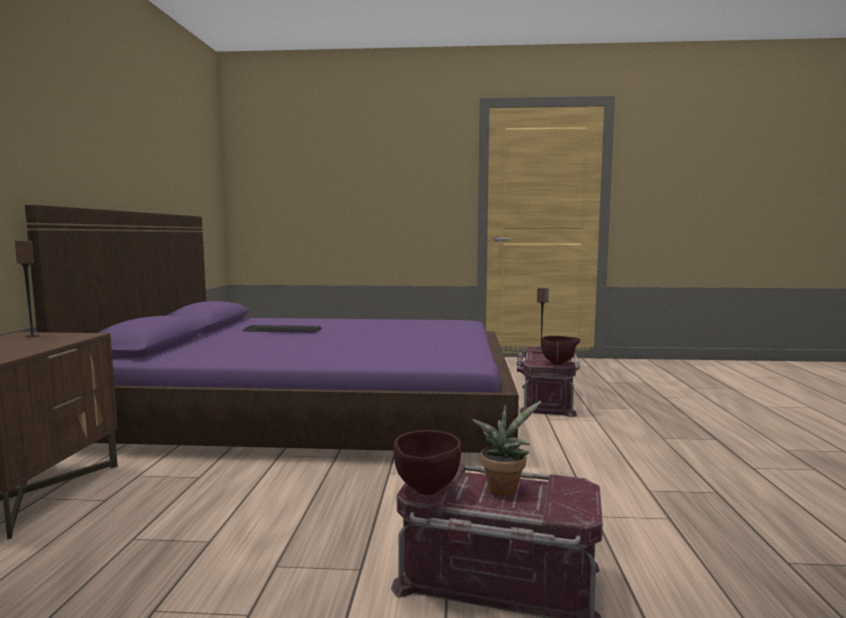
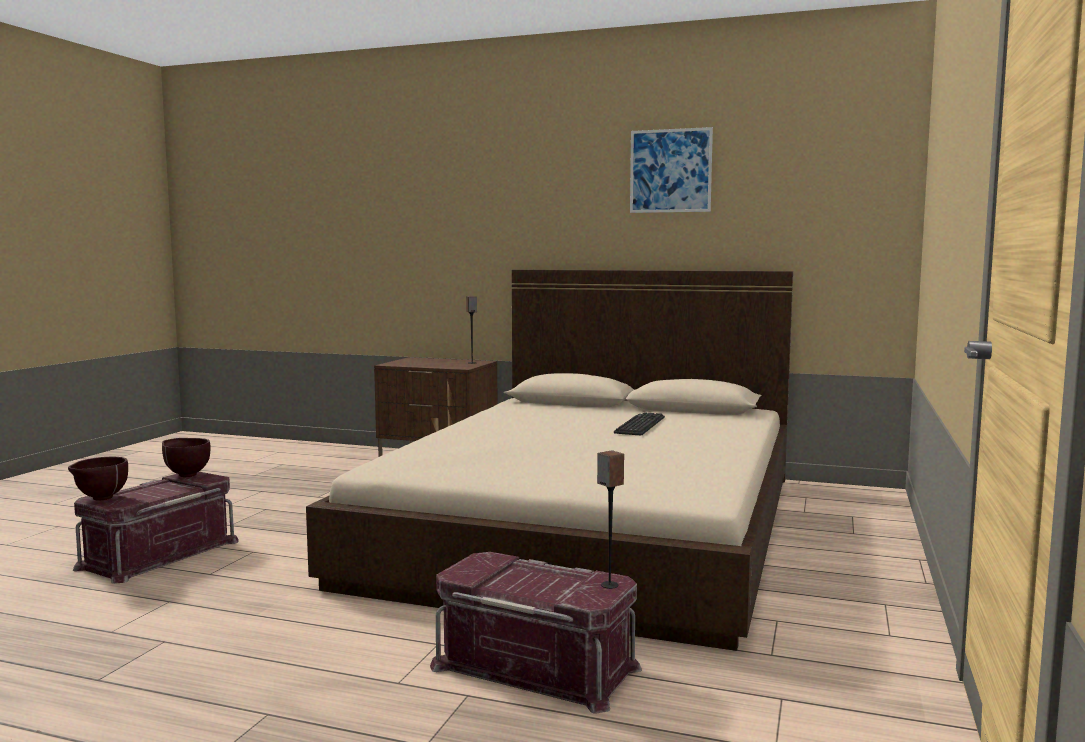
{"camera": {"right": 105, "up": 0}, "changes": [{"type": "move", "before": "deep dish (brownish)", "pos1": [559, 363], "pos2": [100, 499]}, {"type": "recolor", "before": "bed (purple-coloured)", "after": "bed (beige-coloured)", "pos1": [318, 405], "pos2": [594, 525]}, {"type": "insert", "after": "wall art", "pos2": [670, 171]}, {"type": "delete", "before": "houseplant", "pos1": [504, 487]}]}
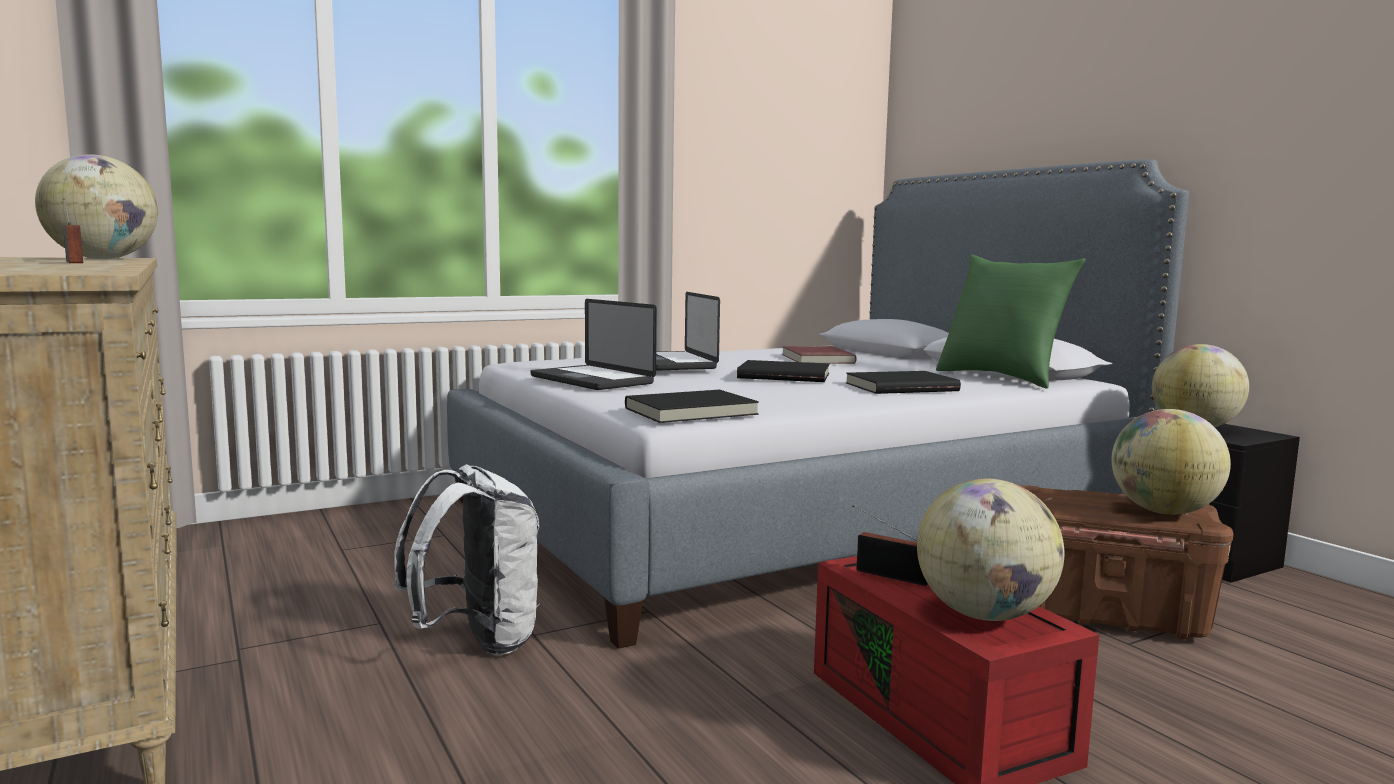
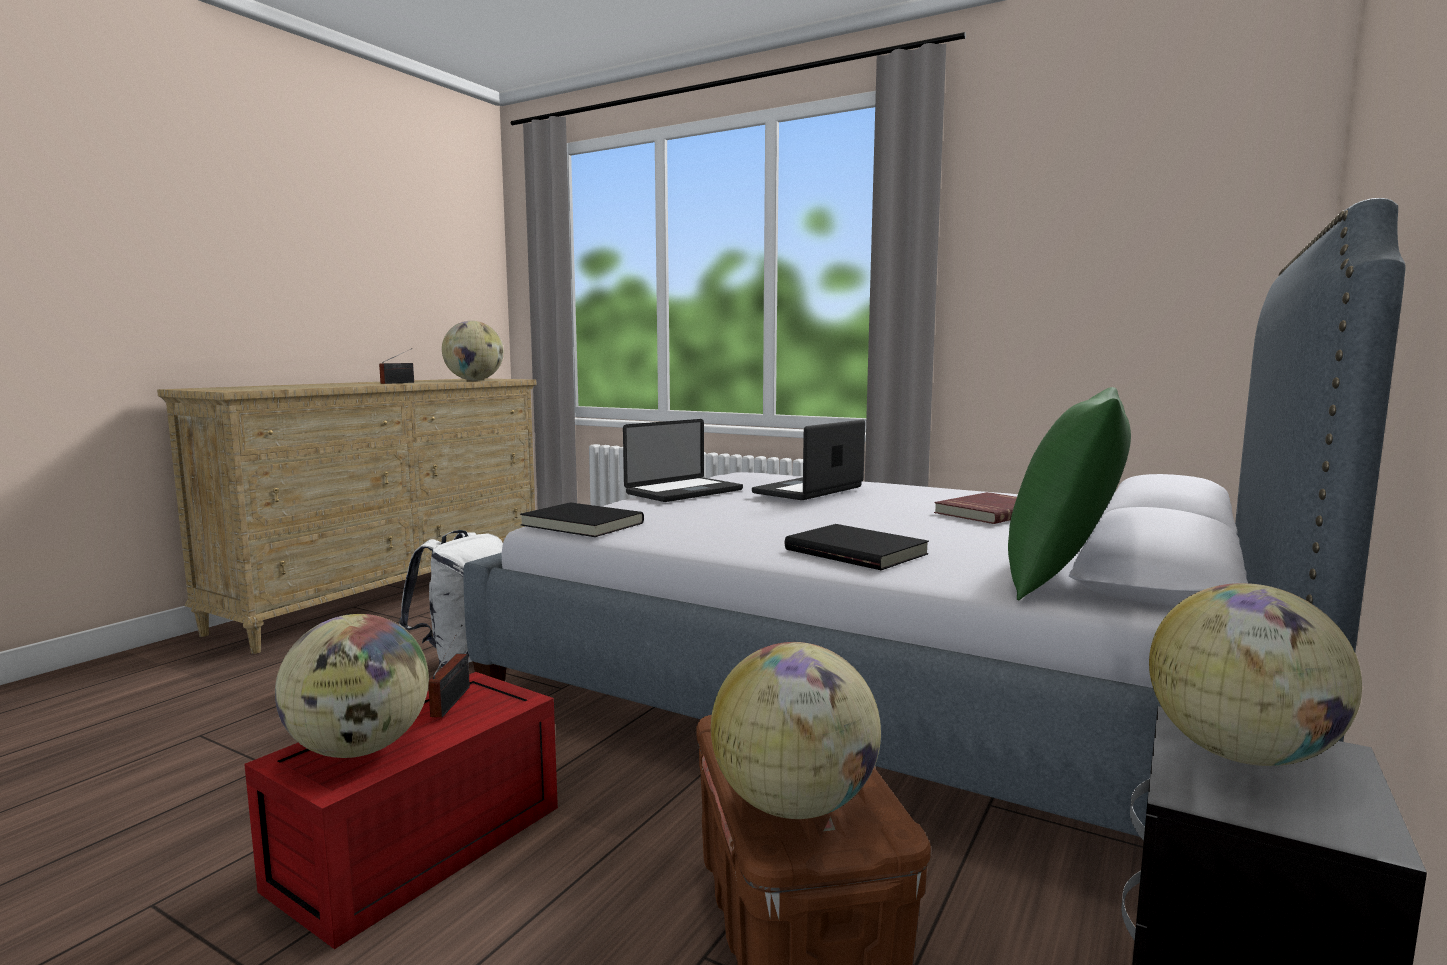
{"camera": {"right": 60, "up": 0}, "changes": [{"type": "rotate", "before": "portable computer", "pos1": [591, 380], "pos2": [684, 492], "turn": -150}, {"type": "delete", "before": "volume (black)", "pos1": [784, 375]}]}
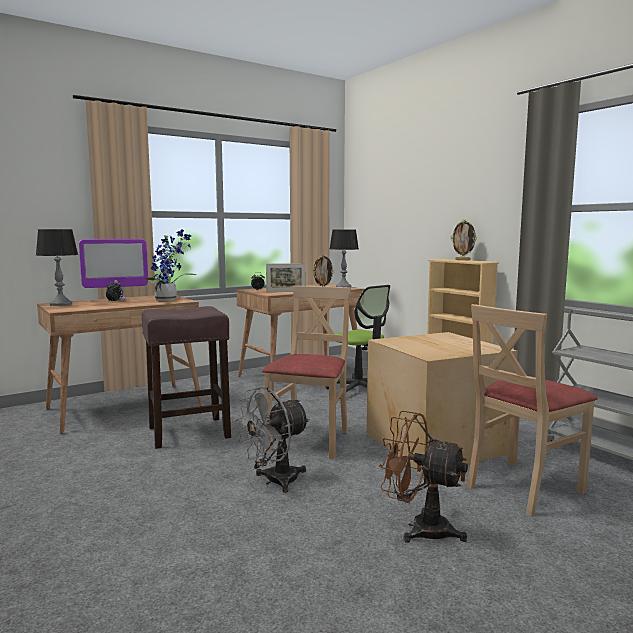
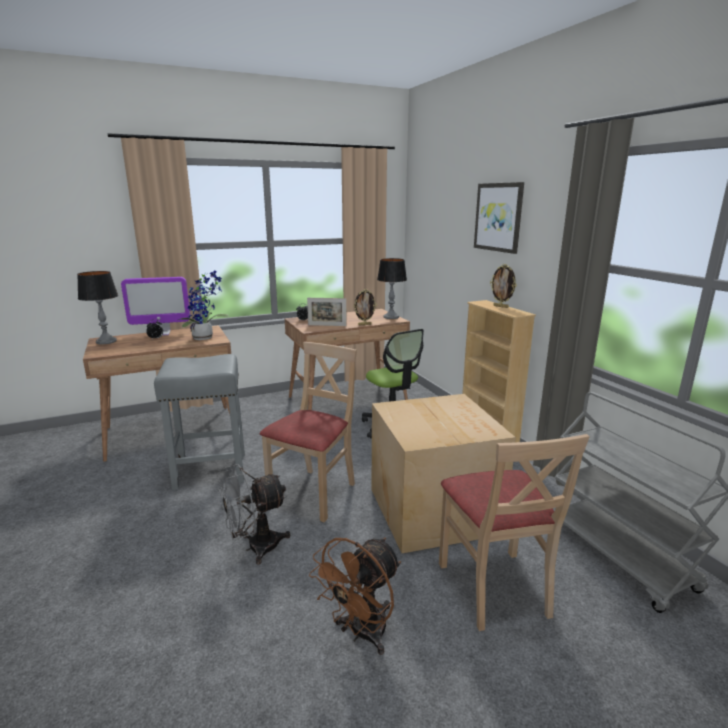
{"camera": {"right": 10, "up": 10}, "changes": [{"type": "recolor", "before": "stool seat (brownish)", "after": "stool seat (greyish)", "pos1": [187, 432], "pos2": [209, 471]}, {"type": "rotate", "before": "fan (brownish)", "pos1": [420, 528], "pos2": [361, 634], "turn": -90}, {"type": "rotate", "before": "chair (beige-coloured)", "pos1": [523, 487], "pos2": [494, 587], "turn": -75}, {"type": "insert", "after": "wall art", "pos2": [498, 217]}]}
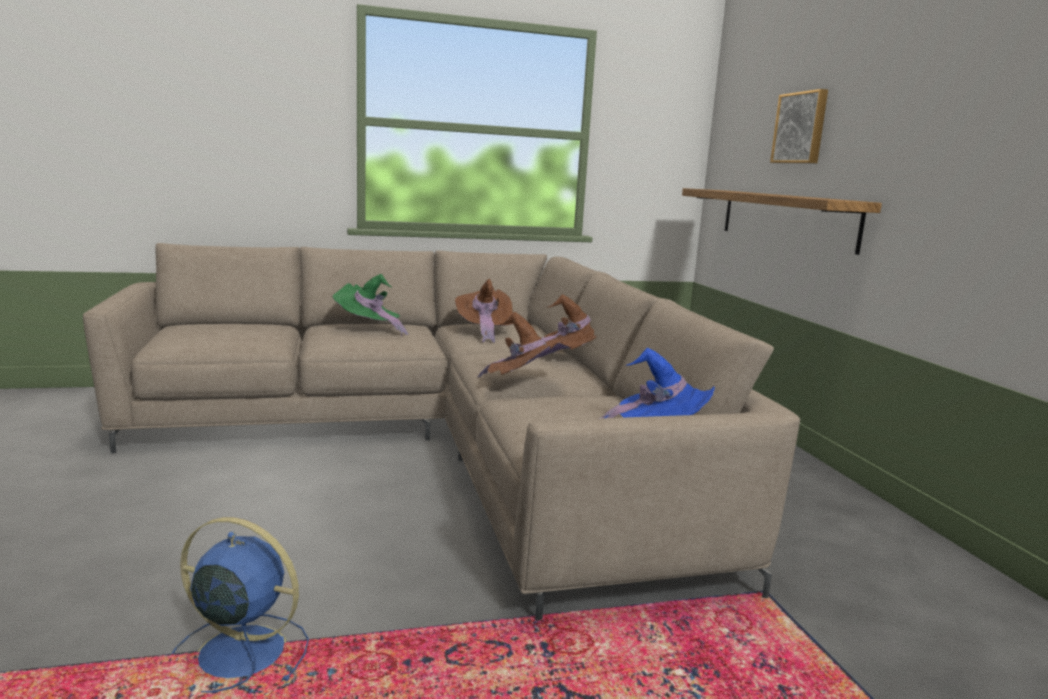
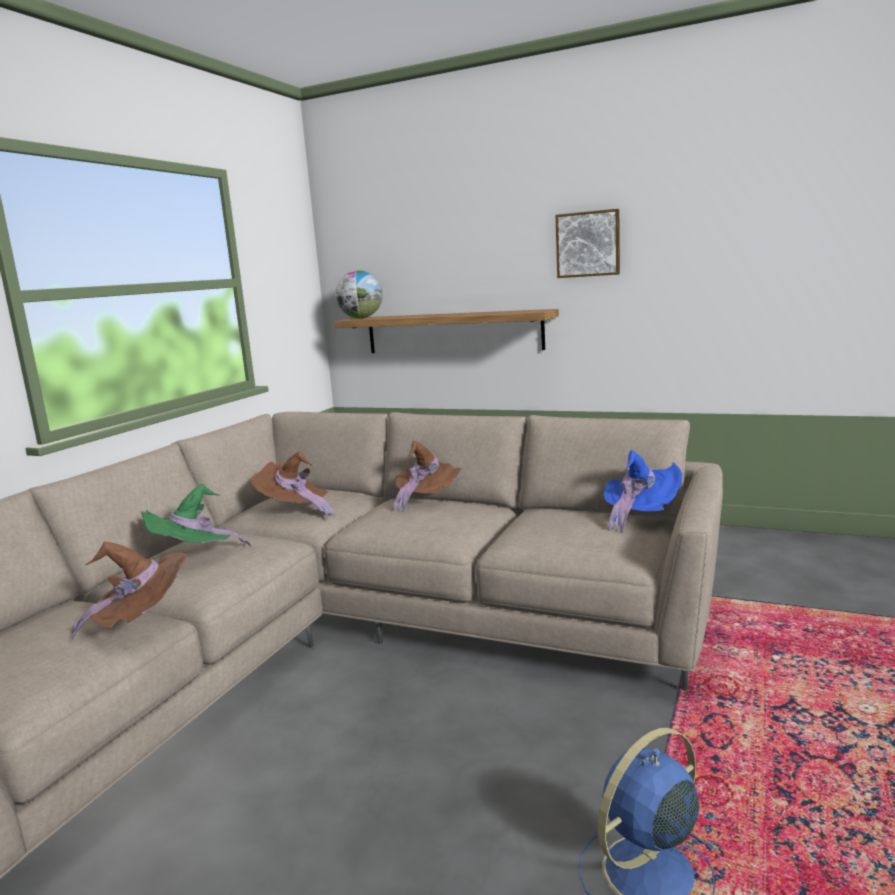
{"camera": {"right": -50, "up": 0}, "changes": [{"type": "move", "before": "clothing hat (brownish)", "pos1": [525, 386], "pos2": [144, 622]}, {"type": "insert", "after": "globe", "pos2": [361, 318]}, {"type": "move", "before": "wall art", "pos1": [801, 128], "pos2": [588, 244]}]}
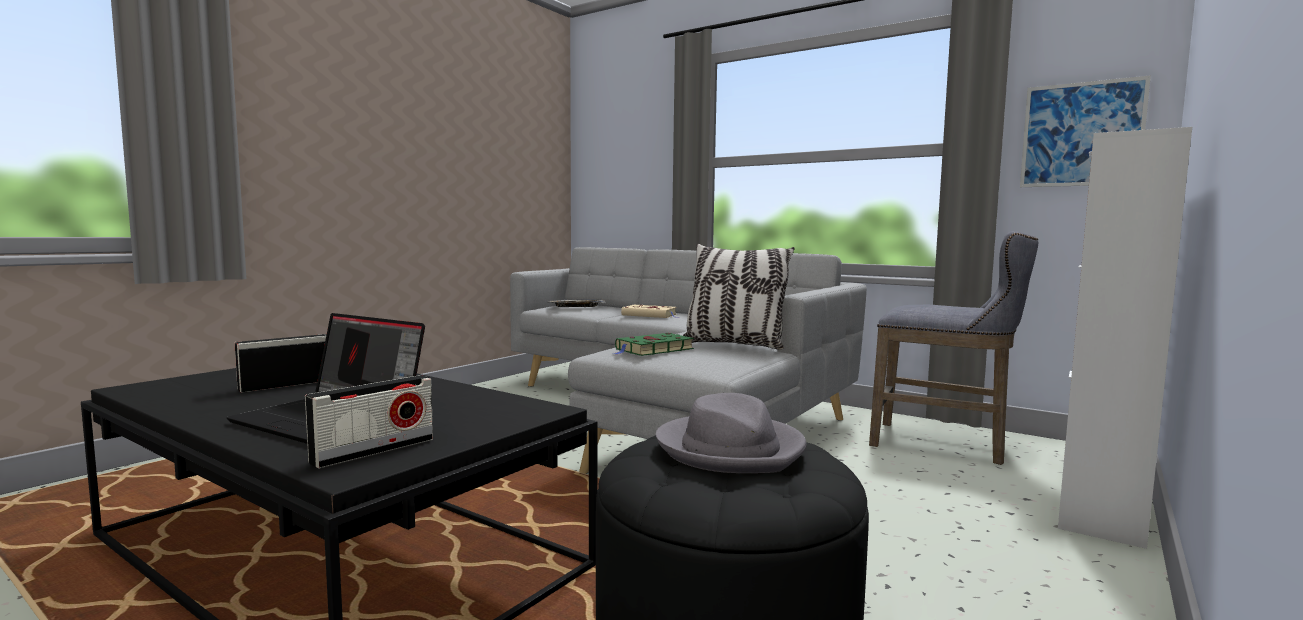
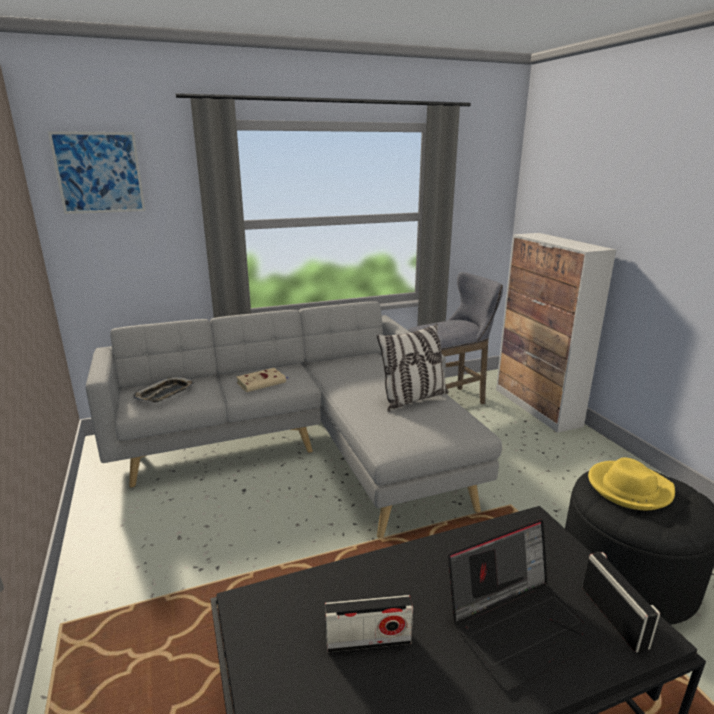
{"camera": {"right": -55, "up": 15}, "changes": [{"type": "move", "before": "wall art", "pos1": [1081, 134], "pos2": [99, 173]}, {"type": "rotate", "before": "radio", "pos1": [287, 385], "pos2": [368, 641], "turn": -90}, {"type": "recolor", "before": "clothing hat (greyish)", "after": "clothing hat (yellowish)", "pos1": [731, 449], "pos2": [629, 488]}, {"type": "delete", "before": "volume (green-coloured)", "pos1": [653, 349]}]}
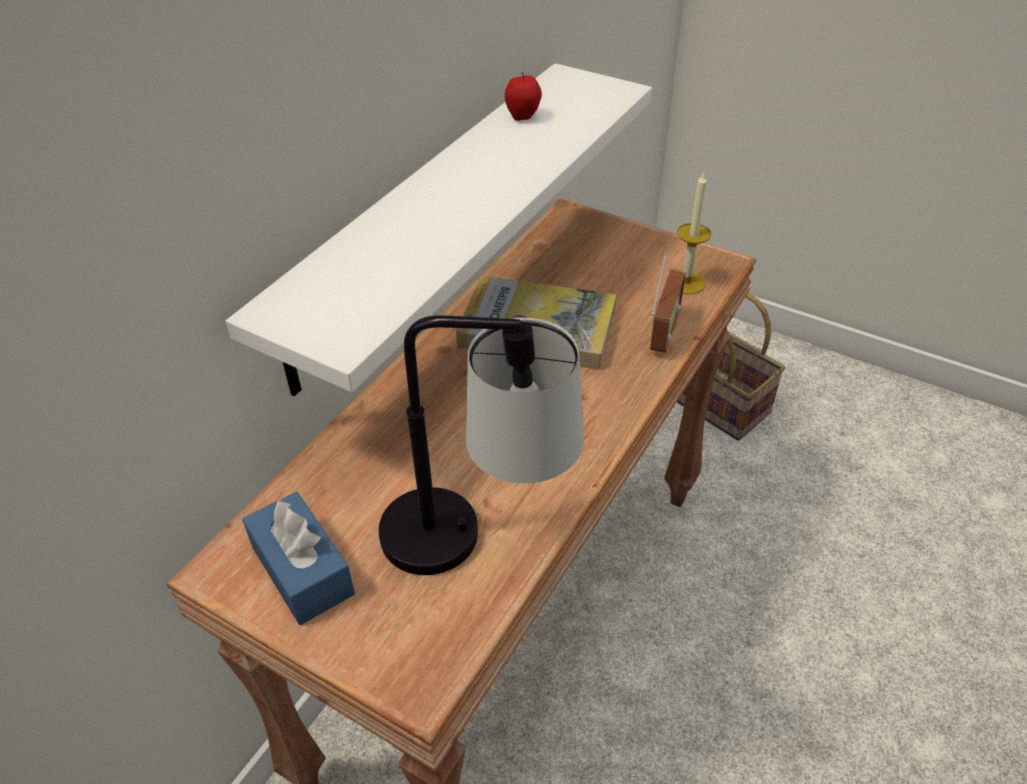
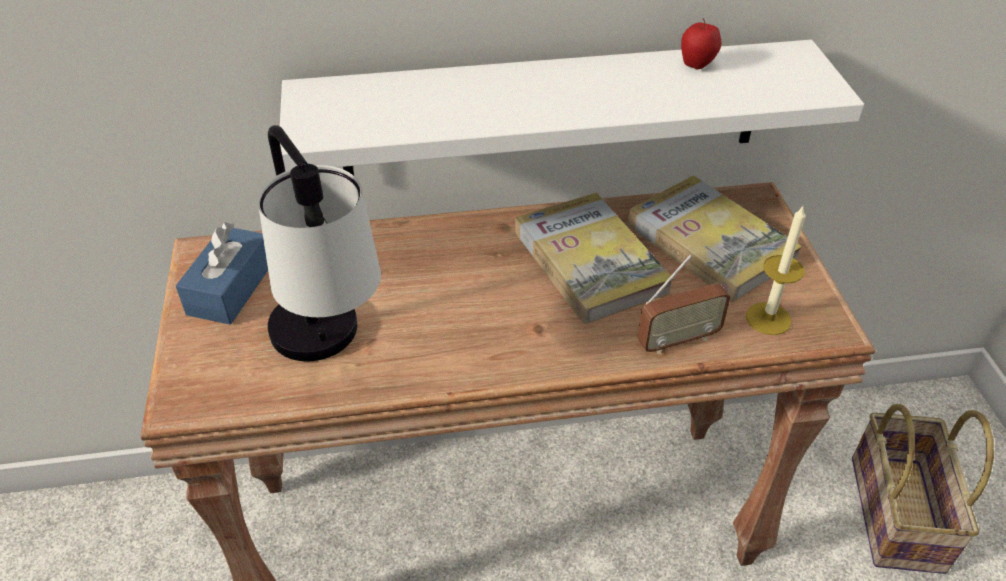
{"camera": {"right": 50, "up": 0}, "changes": [{"type": "insert", "after": "volume", "pos2": [710, 242]}]}
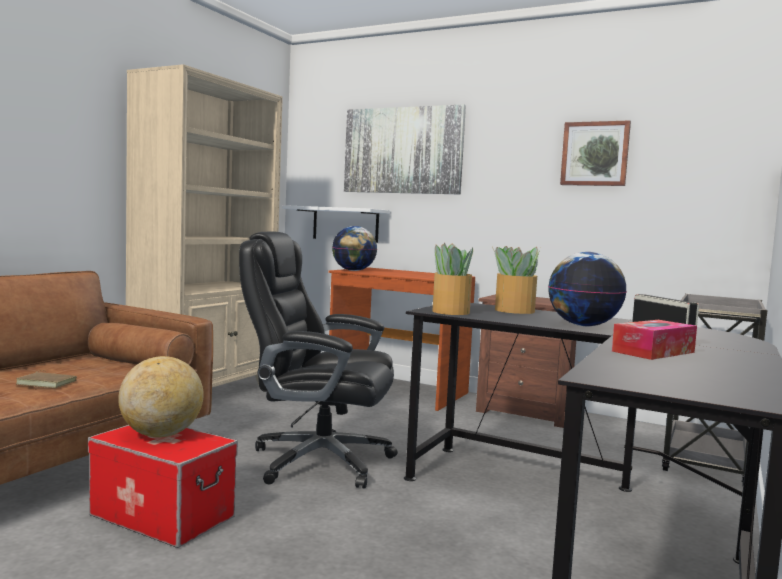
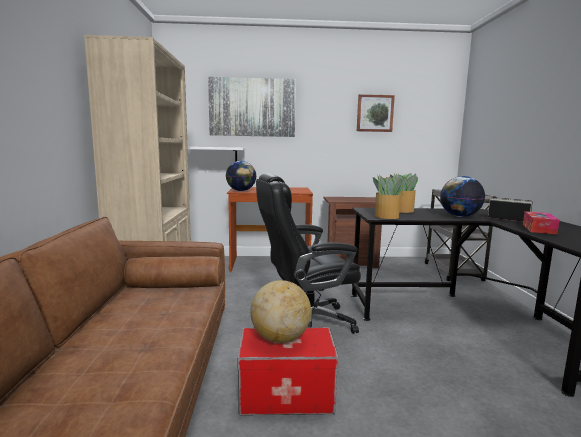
{"camera": {"right": -30, "up": 5}, "changes": [{"type": "delete", "before": "volume (brownish)", "pos1": [48, 382]}]}
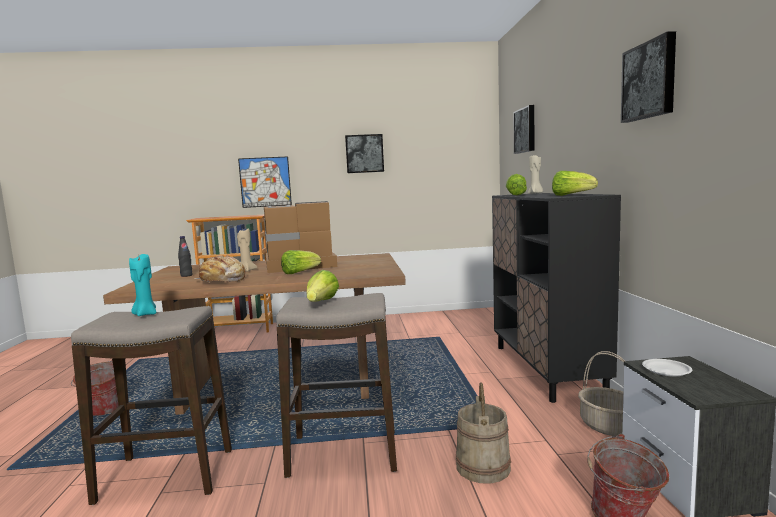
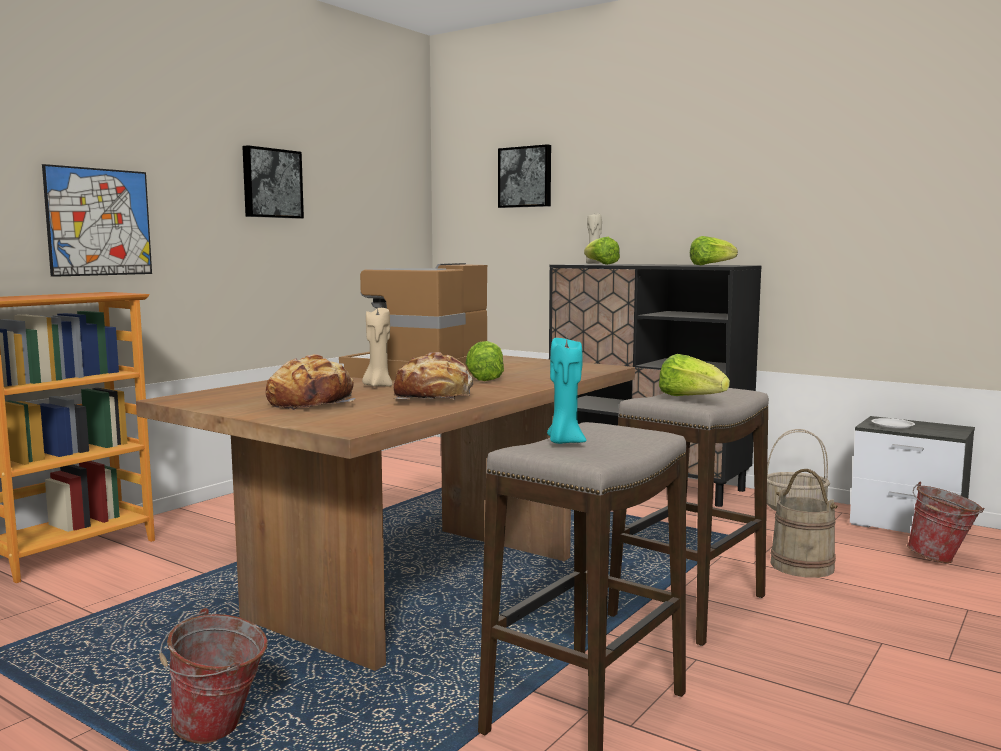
{"camera": {"right": -50, "up": 0}, "changes": [{"type": "replace", "before": "beverage bottle (black)", "after": "bread", "pos1": [186, 275], "pos2": [312, 403]}, {"type": "delete", "before": "wall art", "pos1": [650, 80]}]}
